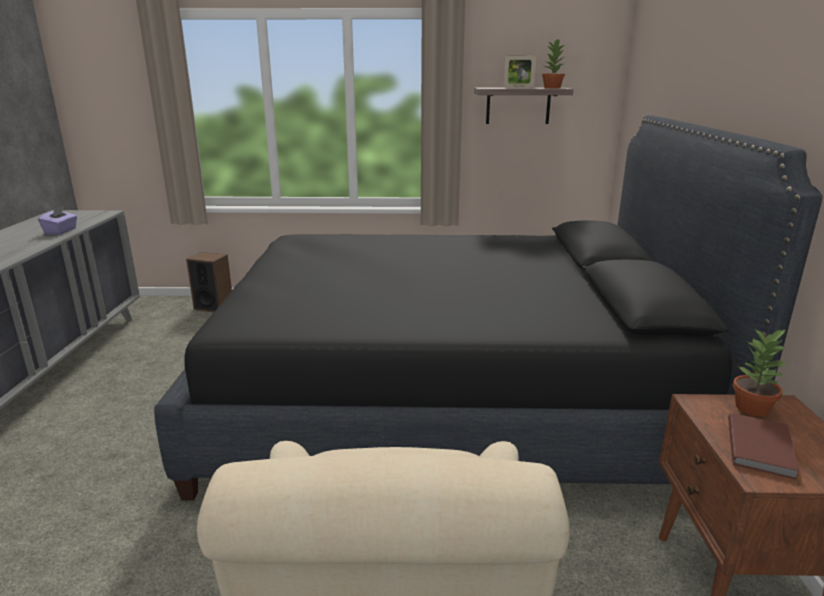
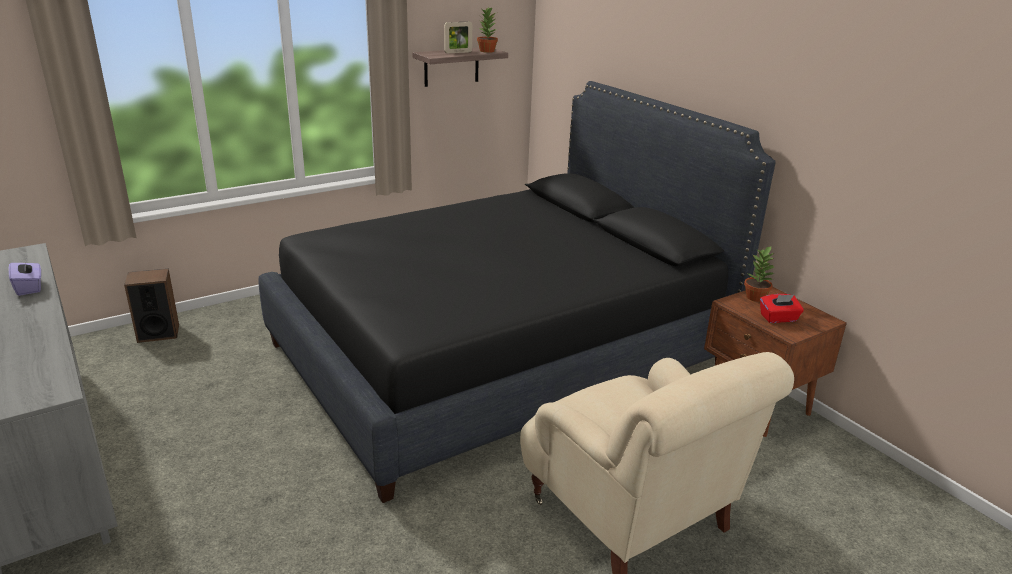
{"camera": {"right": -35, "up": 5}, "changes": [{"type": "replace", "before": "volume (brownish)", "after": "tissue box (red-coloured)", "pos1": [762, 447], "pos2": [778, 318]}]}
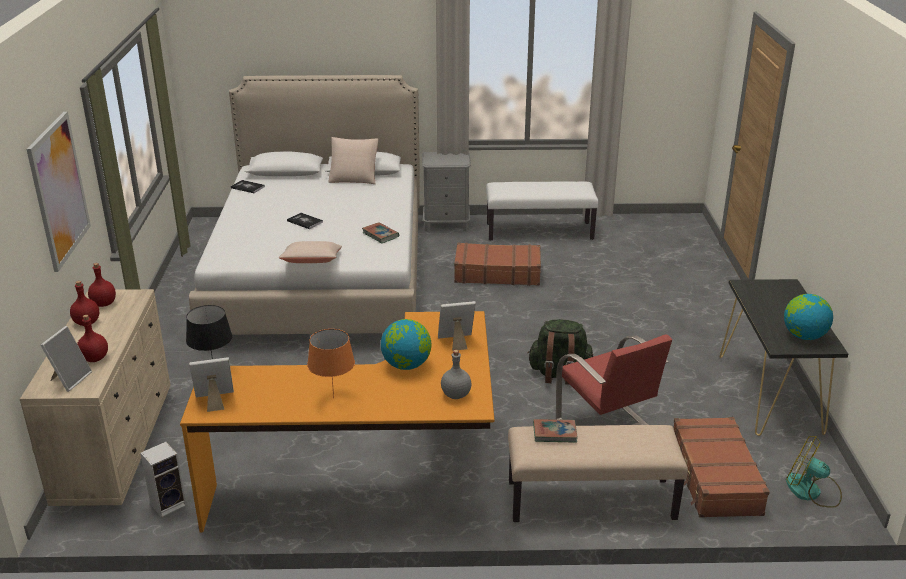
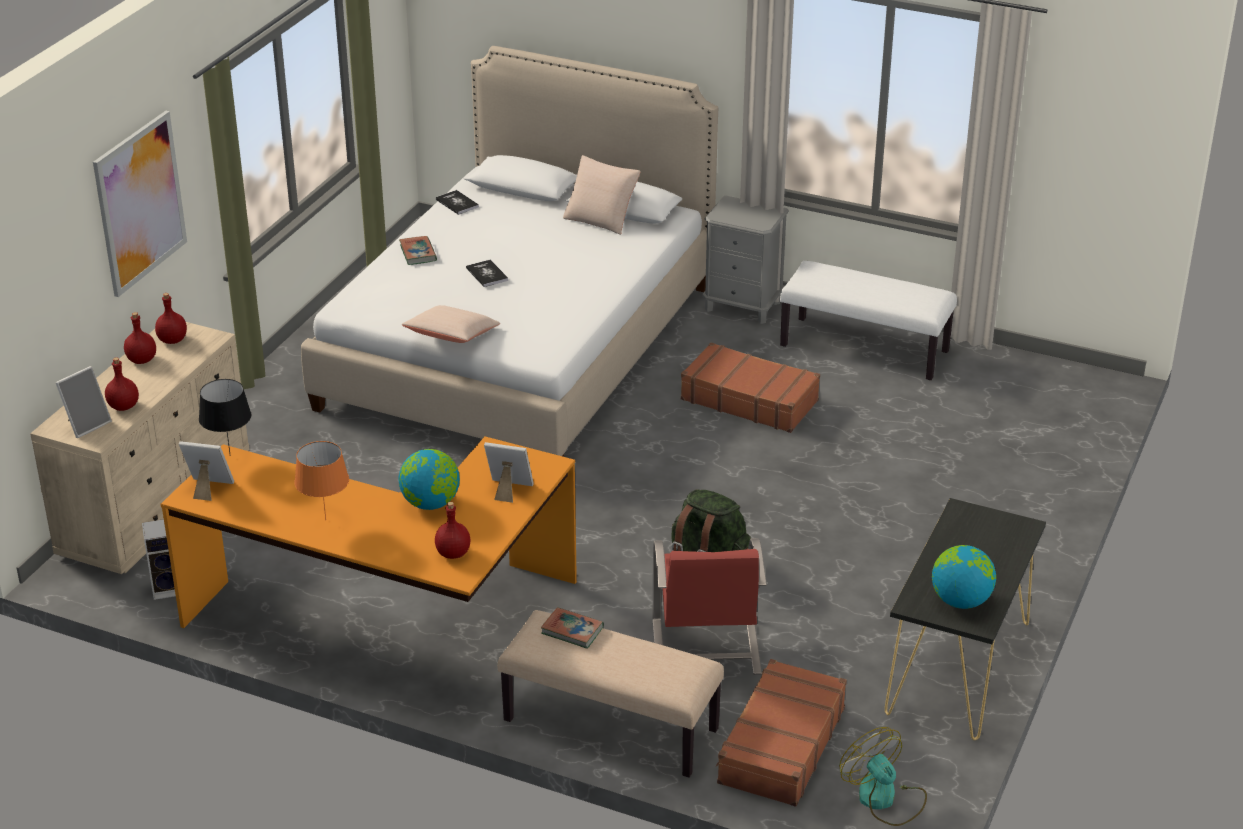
{"camera": {"right": 25, "up": 5}, "changes": [{"type": "move", "before": "volume", "pos1": [380, 235], "pos2": [418, 253]}, {"type": "recolor", "before": "beverage bottle (greyish)", "after": "beverage bottle (red-coloured)", "pos1": [456, 394], "pos2": [453, 553]}]}
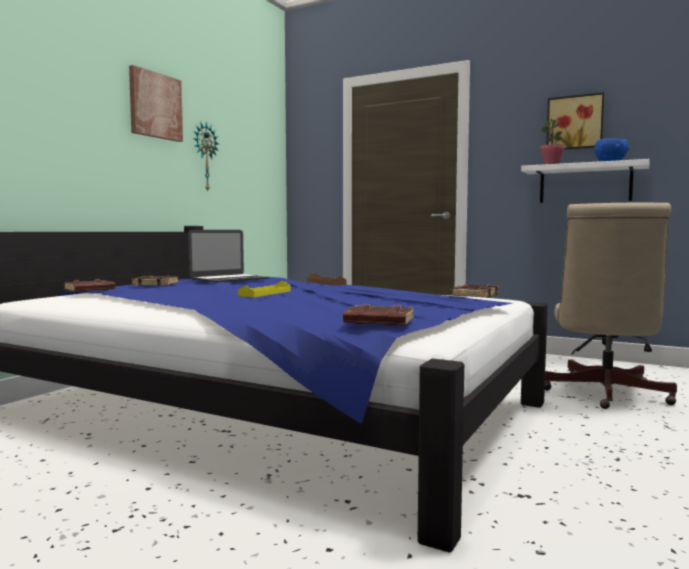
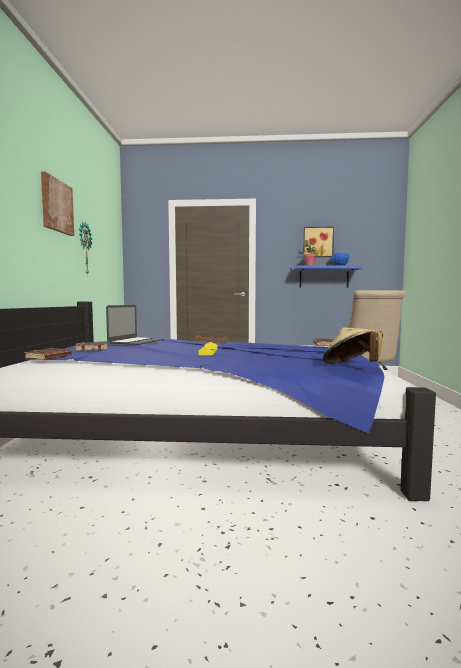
{"camera": {"right": -25, "up": 0}, "changes": [{"type": "recolor", "before": "shelf (white)", "after": "shelf (blue)", "pos1": [585, 184], "pos2": [323, 277]}, {"type": "replace", "before": "volume (brownish)", "after": "clothing hat (beige-coloured)", "pos1": [378, 322], "pos2": [352, 367]}]}
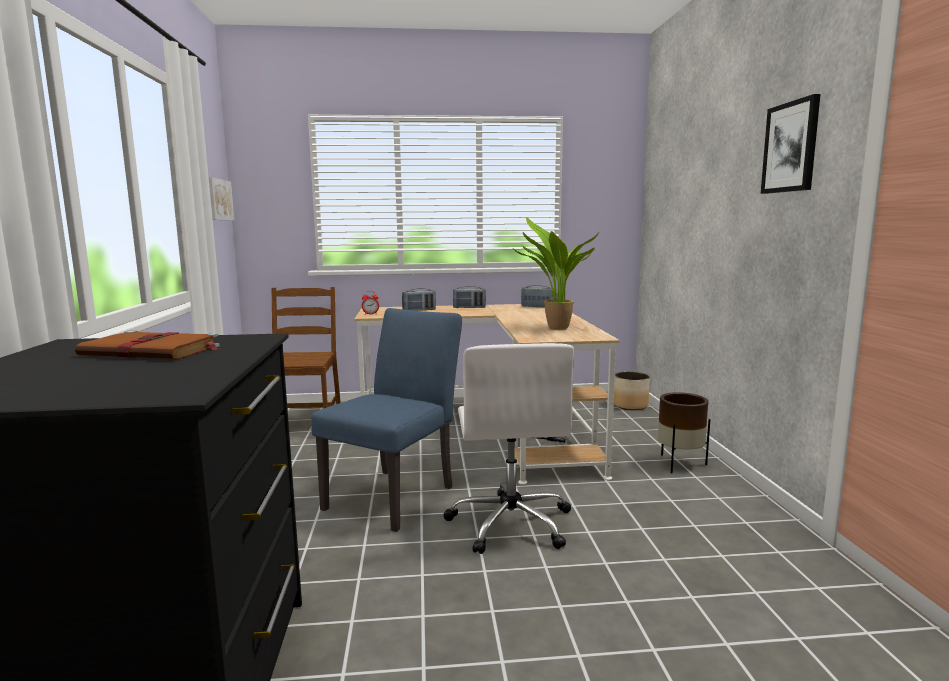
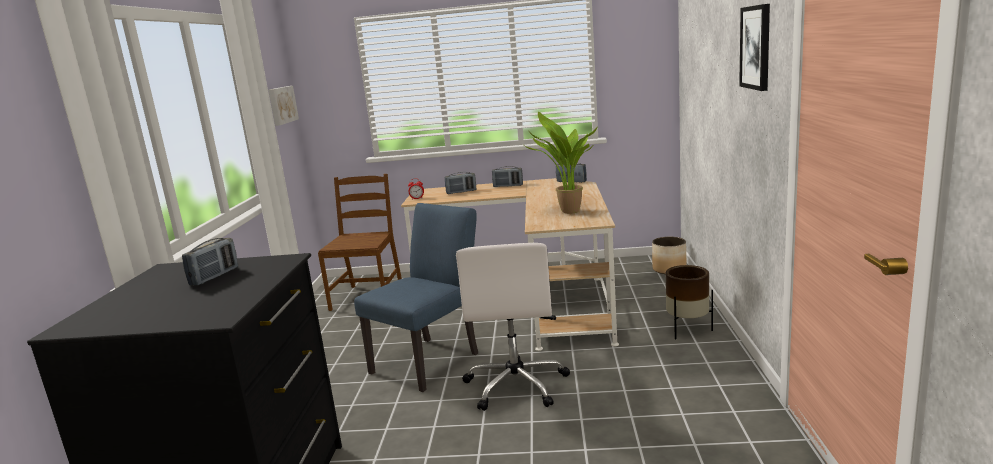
{"camera": {"right": 10, "up": 5}, "changes": [{"type": "replace", "before": "volume (brownish)", "after": "radio", "pos1": [153, 351], "pos2": [214, 276]}]}
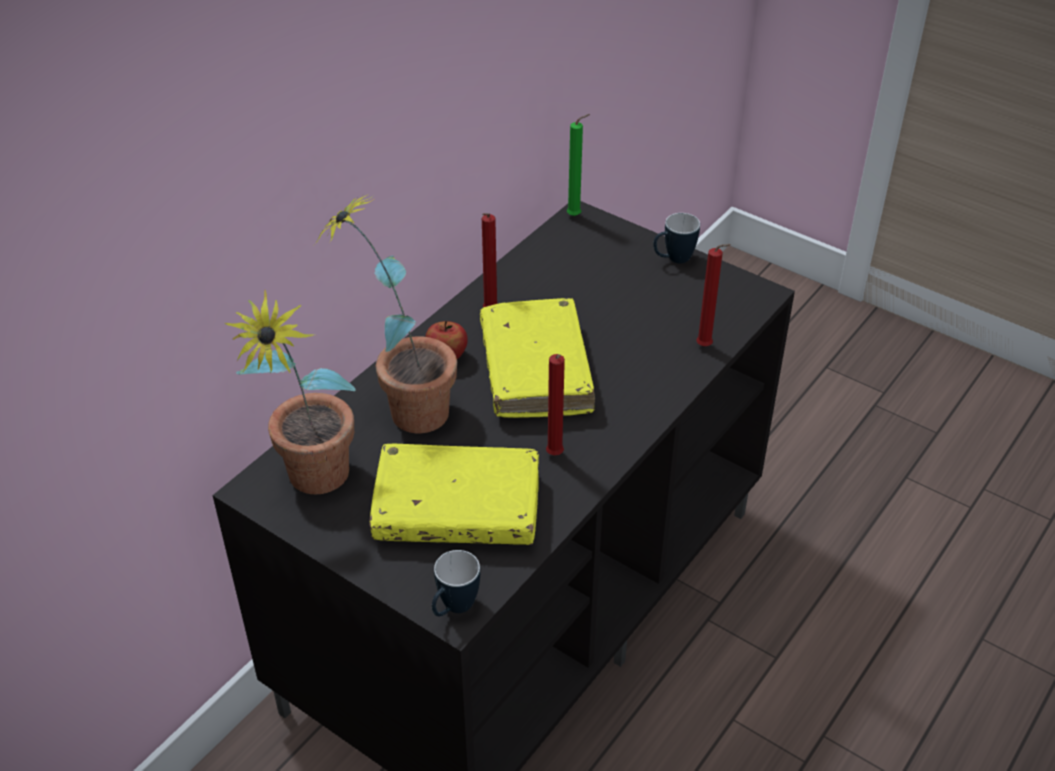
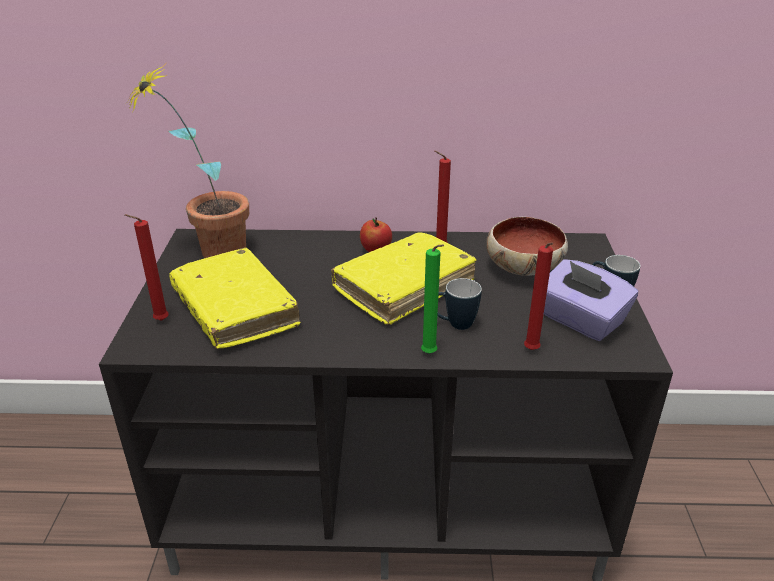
{"camera": {"right": 55, "up": -10}, "changes": [{"type": "move", "before": "wax candle (red-coloured)", "pos1": [554, 456], "pos2": [159, 321]}, {"type": "move", "before": "wax candle (green-coloured)", "pos1": [576, 216], "pos2": [430, 355]}, {"type": "move", "before": "tea mug", "pos1": [453, 609], "pos2": [454, 324]}, {"type": "insert", "after": "deep dish", "pos2": [523, 267]}, {"type": "insert", "after": "tissue box (purple-coloured)", "pos2": [580, 321]}, {"type": "delete", "before": "houseplant", "pos1": [402, 408]}]}
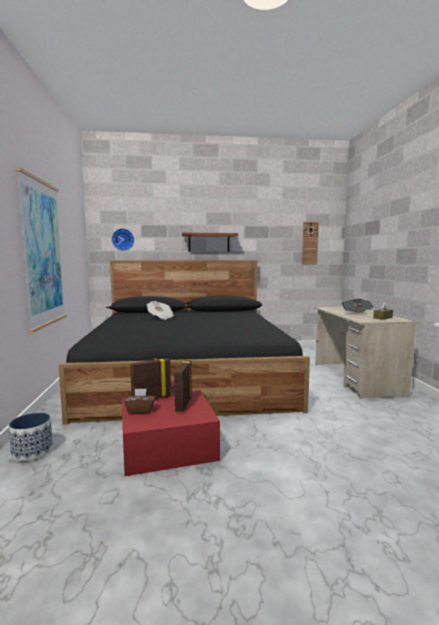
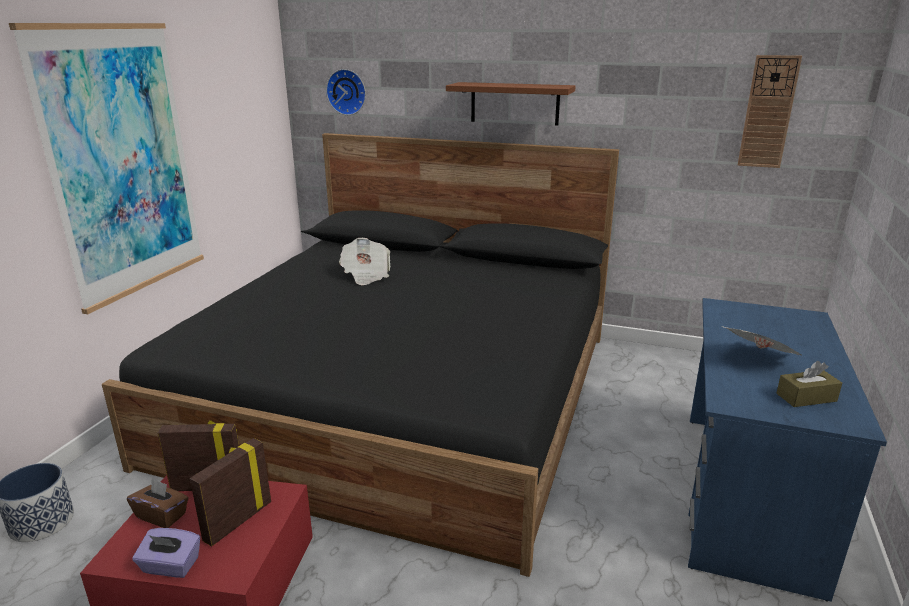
{"camera": {"right": 25, "up": 15}, "changes": [{"type": "insert", "after": "tissue box (purple-coloured)", "pos2": [170, 566]}, {"type": "recolor", "before": "desk table (beige-coloured)", "after": "desk table (blue)", "pos1": [356, 378], "pos2": [746, 495]}]}
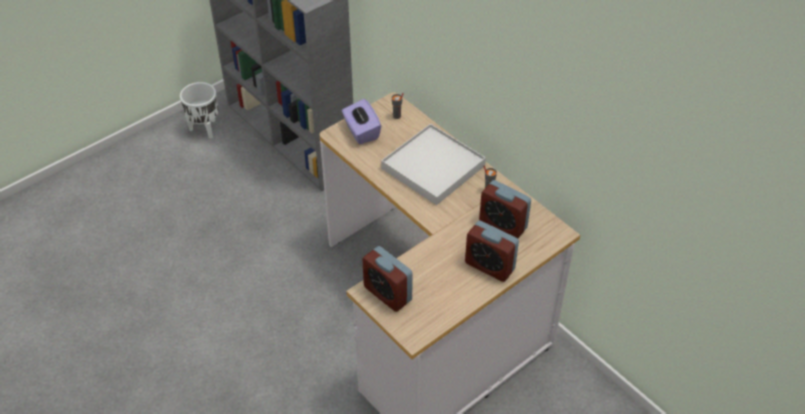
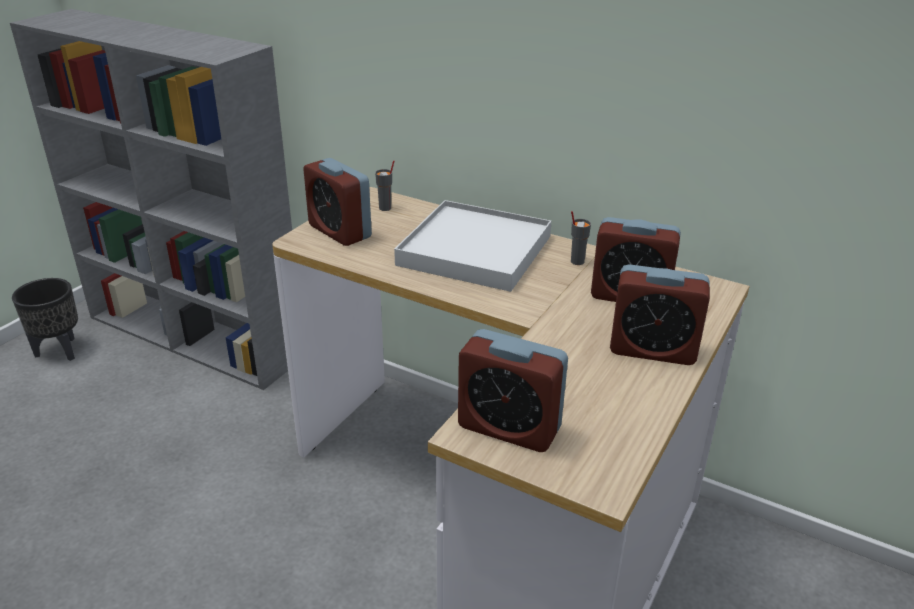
{"camera": {"right": -20, "up": -15}, "changes": [{"type": "recolor", "before": "plant pot (white)", "after": "plant pot (black)", "pos1": [205, 129], "pos2": [60, 351]}, {"type": "replace", "before": "tissue box (purple-coloured)", "after": "bedside clock", "pos1": [361, 132], "pos2": [339, 231]}]}
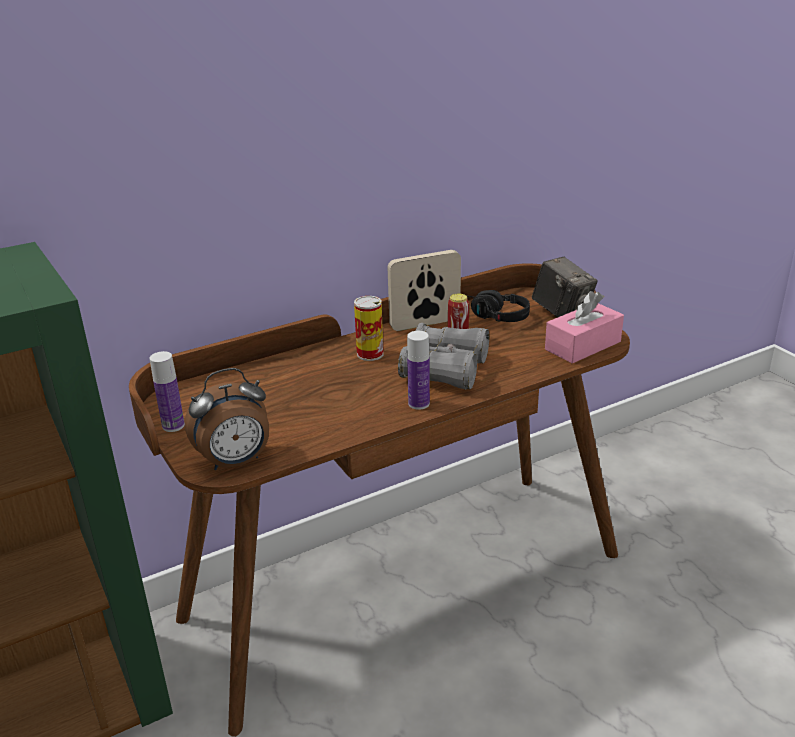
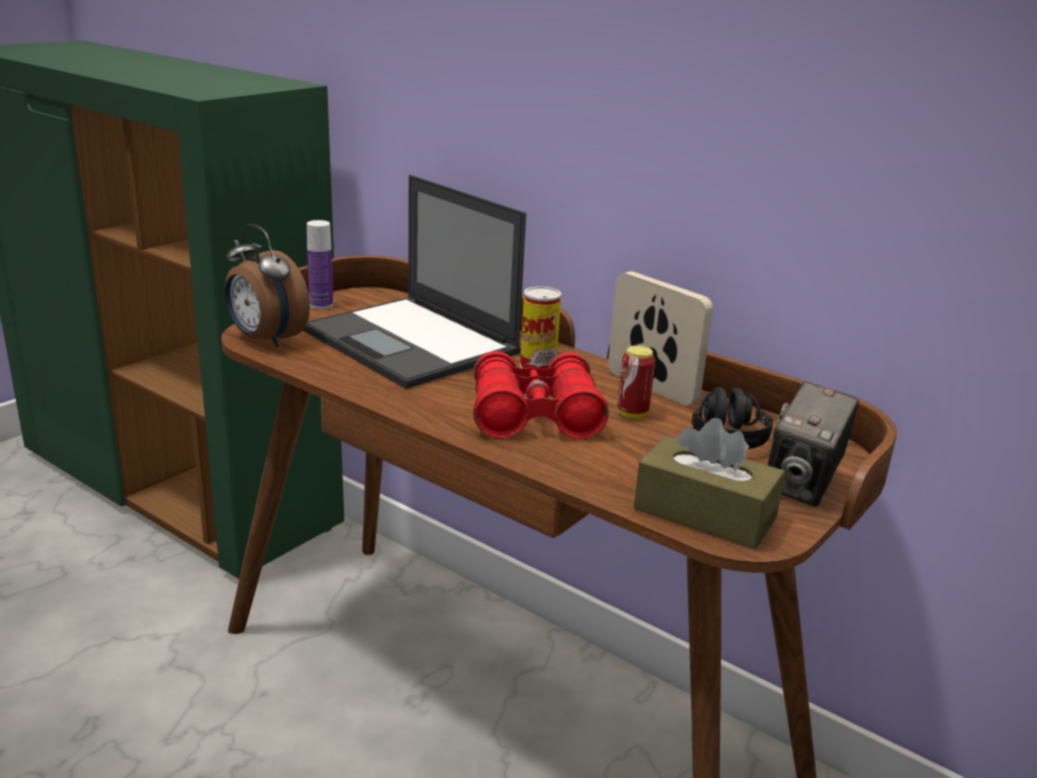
{"camera": {"right": 65, "up": -5}, "changes": [{"type": "insert", "after": "portable computer", "pos2": [412, 342]}, {"type": "recolor", "before": "binoculars (greyish)", "after": "binoculars (red-coloured)", "pos1": [445, 369], "pos2": [535, 416]}, {"type": "recolor", "before": "tissue box (pinkish)", "after": "tissue box (brownish)", "pos1": [582, 345], "pos2": [704, 514]}, {"type": "delete", "before": "beverage bottle", "pos1": [418, 403]}]}
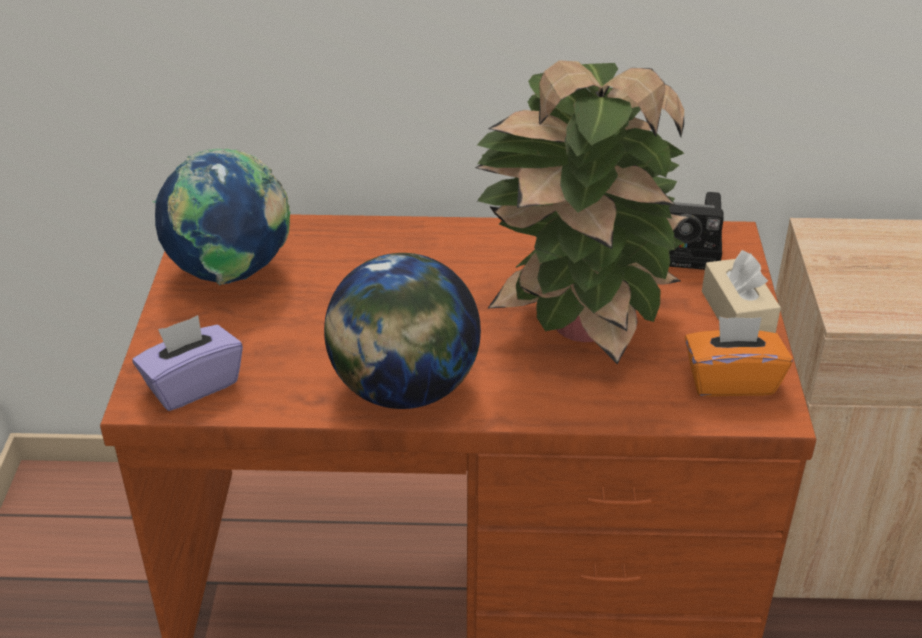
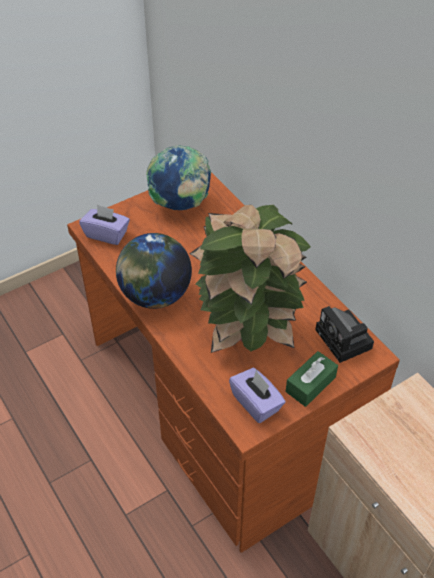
{"camera": {"right": 55, "up": 10}, "changes": [{"type": "recolor", "before": "tissue box (orange-coloured)", "after": "tissue box (purple-coloured)", "pos1": [731, 380], "pos2": [256, 403]}, {"type": "recolor", "before": "tissue box (beige-coloured)", "after": "tissue box (green-coloured)", "pos1": [737, 313], "pos2": [310, 384]}]}
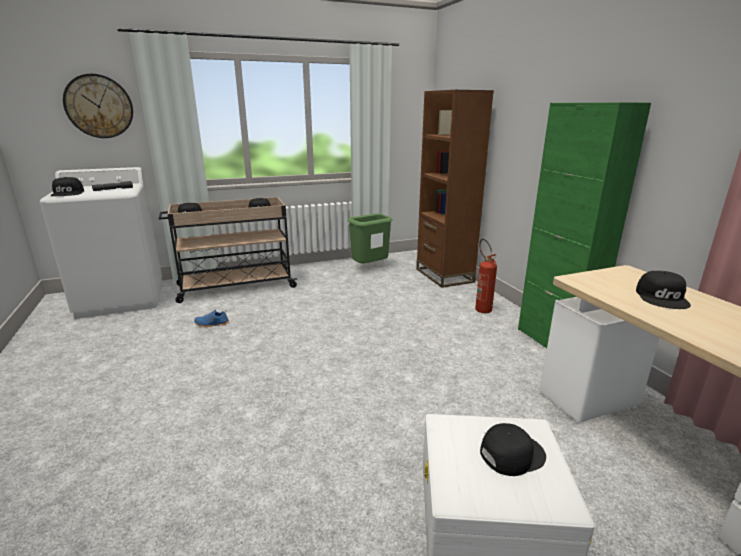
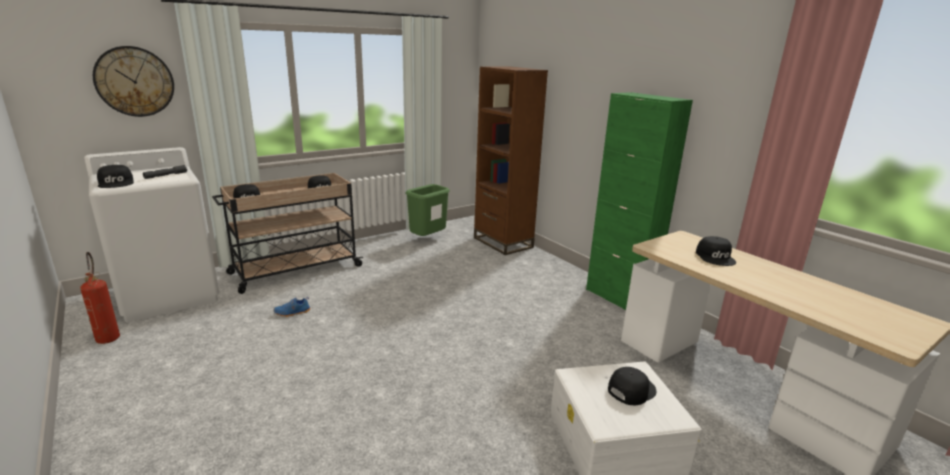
{"camera": {"right": -15, "up": 0}, "changes": [{"type": "move", "before": "fire-fighting cylinder", "pos1": [481, 308], "pos2": [108, 336]}]}
